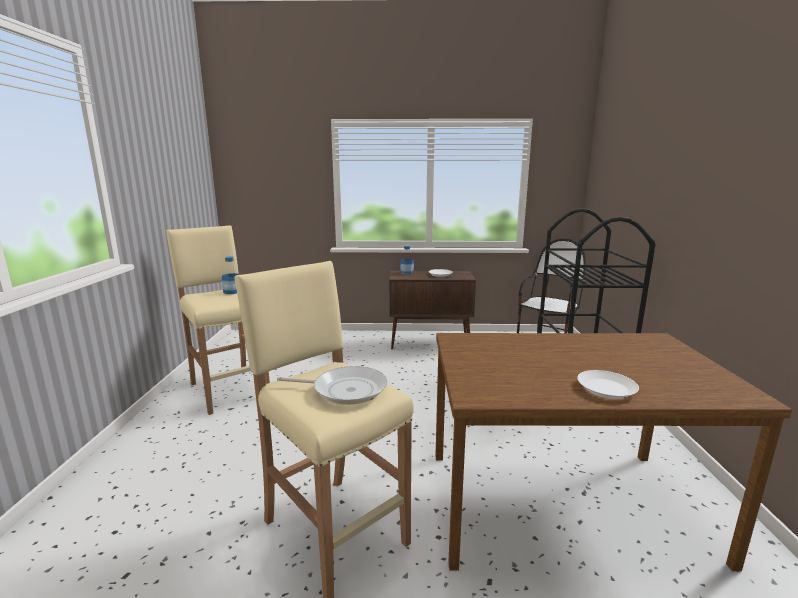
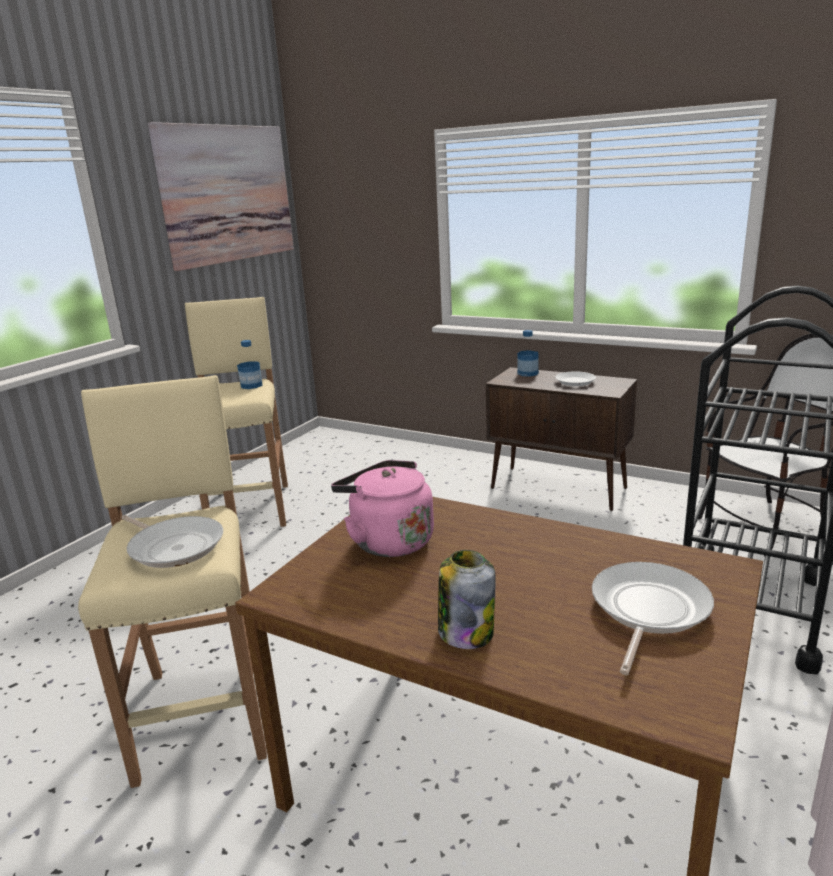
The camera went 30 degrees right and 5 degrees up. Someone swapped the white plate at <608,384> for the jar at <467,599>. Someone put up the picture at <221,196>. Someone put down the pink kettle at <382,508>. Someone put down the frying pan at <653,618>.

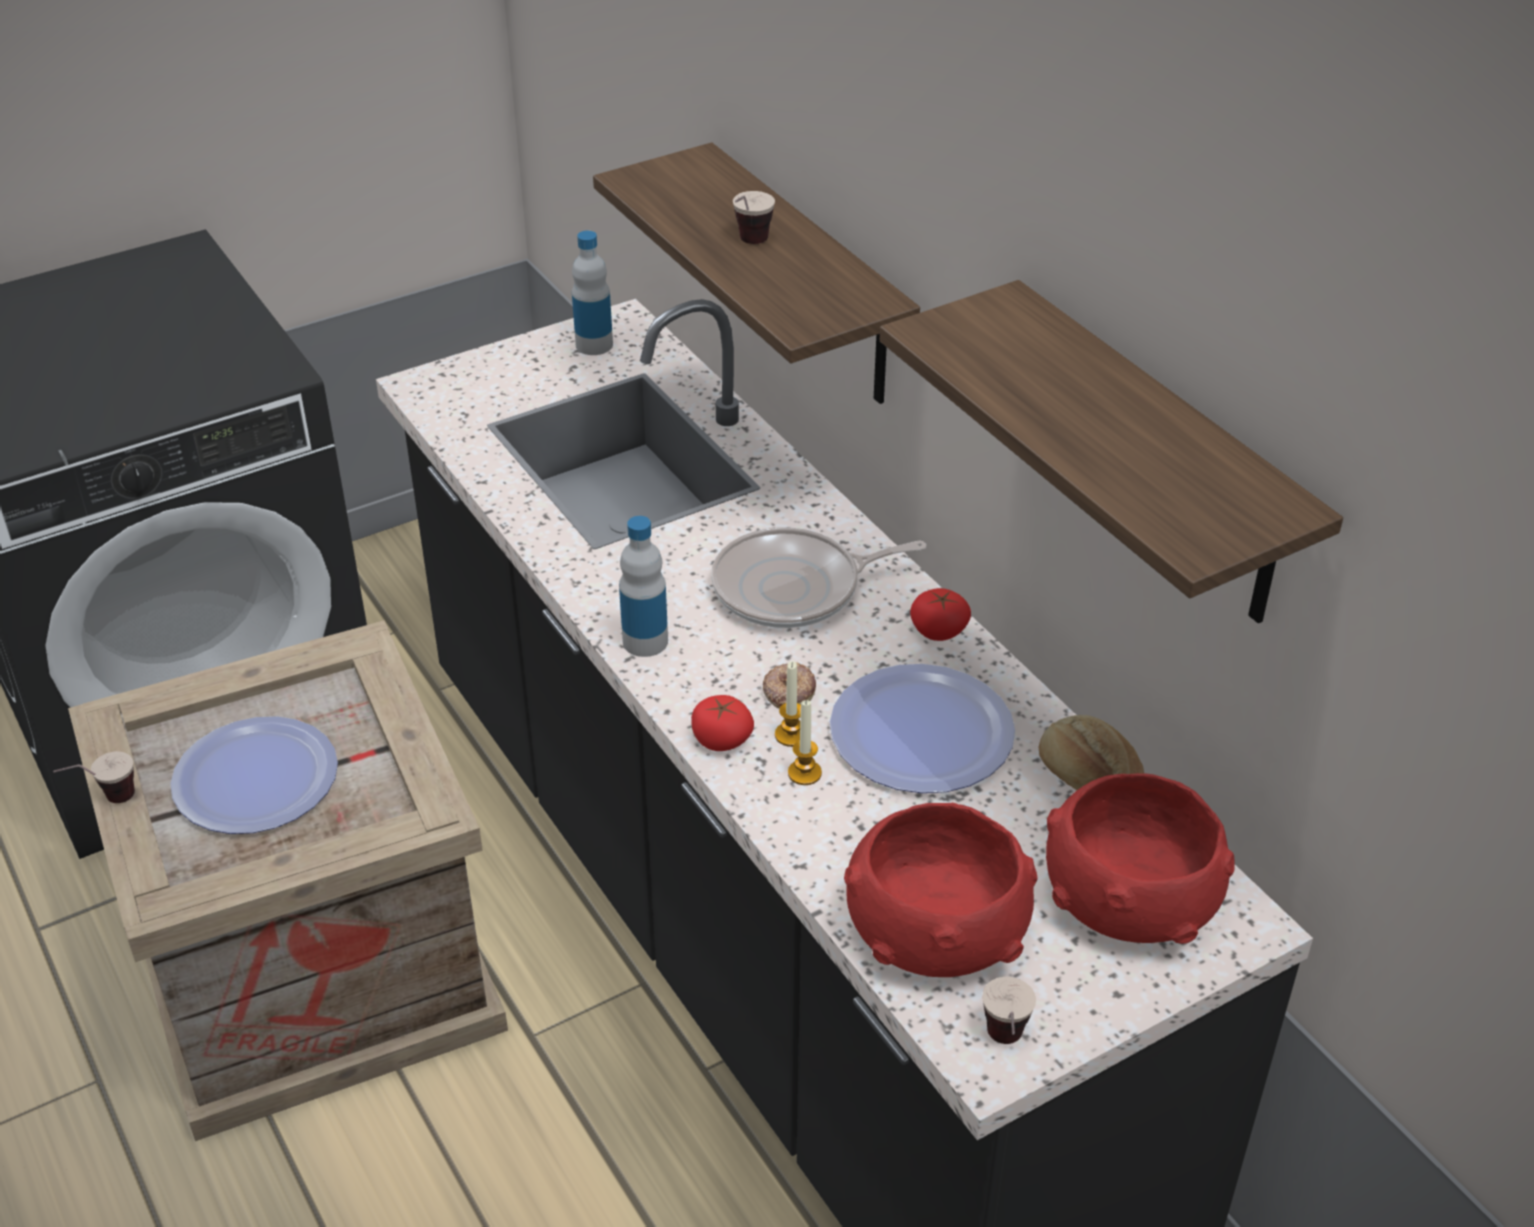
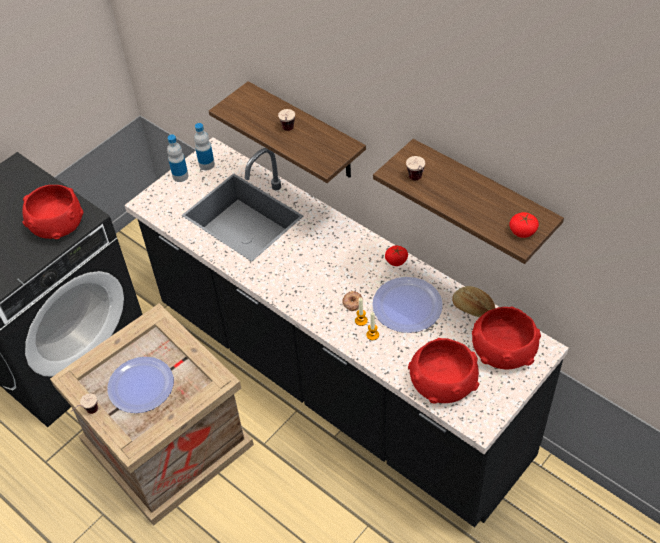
The camera went 15 degrees left and 10 degrees up. Someone carried the bottle from <643,586> to <178,158>. Someone took away the frying pan at <818,577>. Someone carried the tomato from <722,723> to <524,225>. Someone carried the cup from <1009,1010> to <415,168>. Someone put down the red bowl at <52,212>.

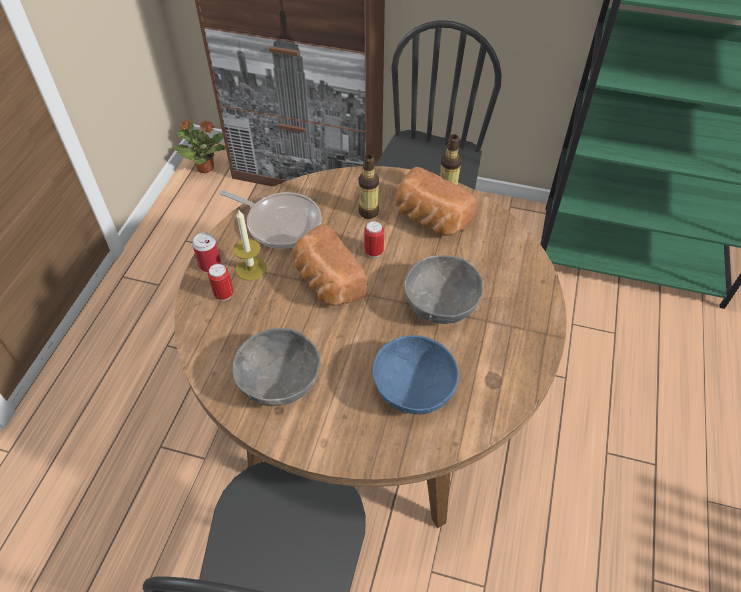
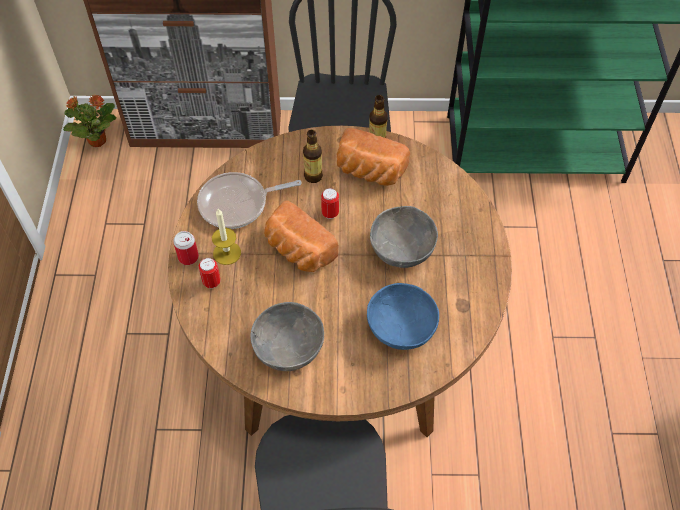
The camera went 15 degrees left and 5 degrees up. Someone rotated the frying pan at <270,219> by 150 degrees clockwise.

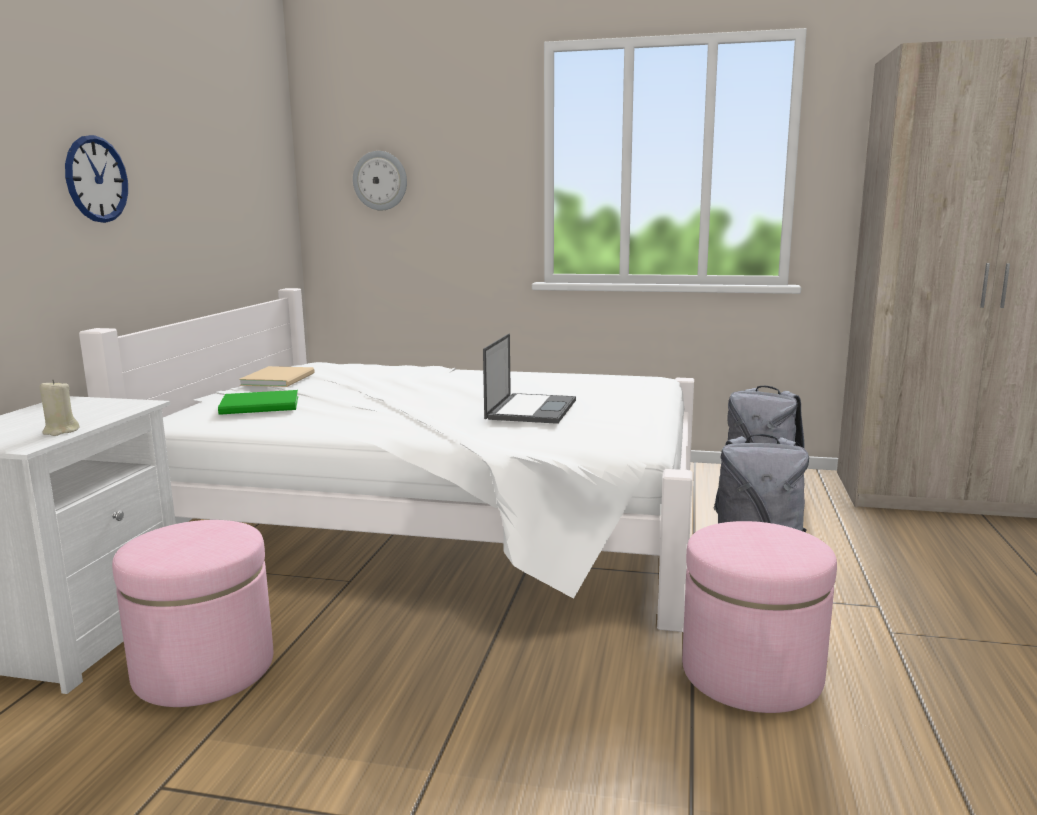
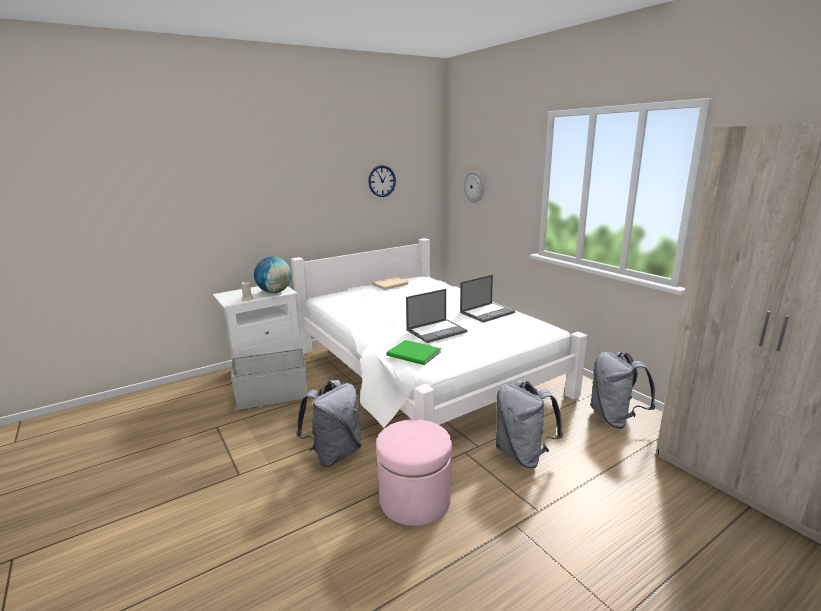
The camera went 45 degrees right and 5 degrees up. Someone carried the wall clock from <96,179> to <382,181>. Someone carried the green book from <258,402> to <414,352>. Someone swapped the pink ottoman at <192,613> for the grey storage box at <270,379>. Someone put down the globe at <273,275>. Someone put down the laptop at <487,299>. Someone put down the grey backpack at <329,423>.

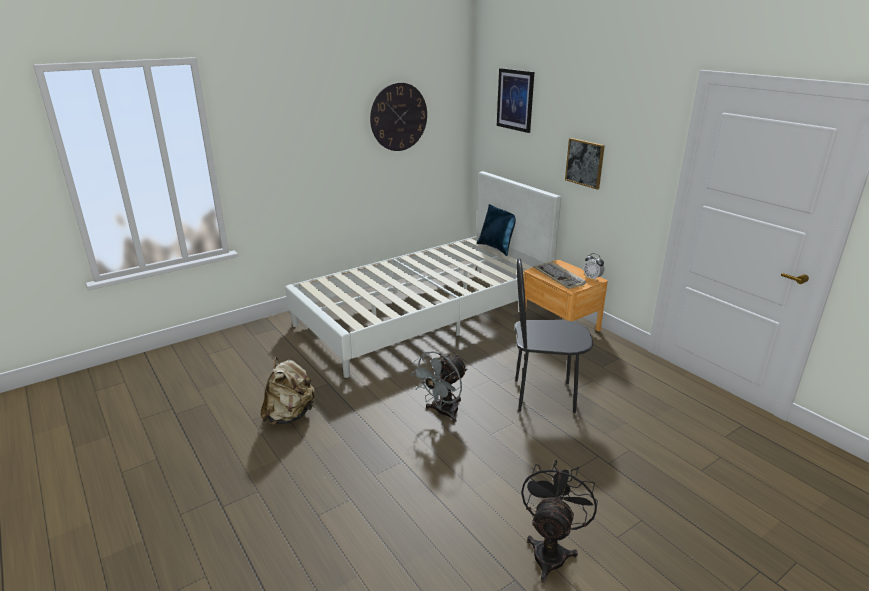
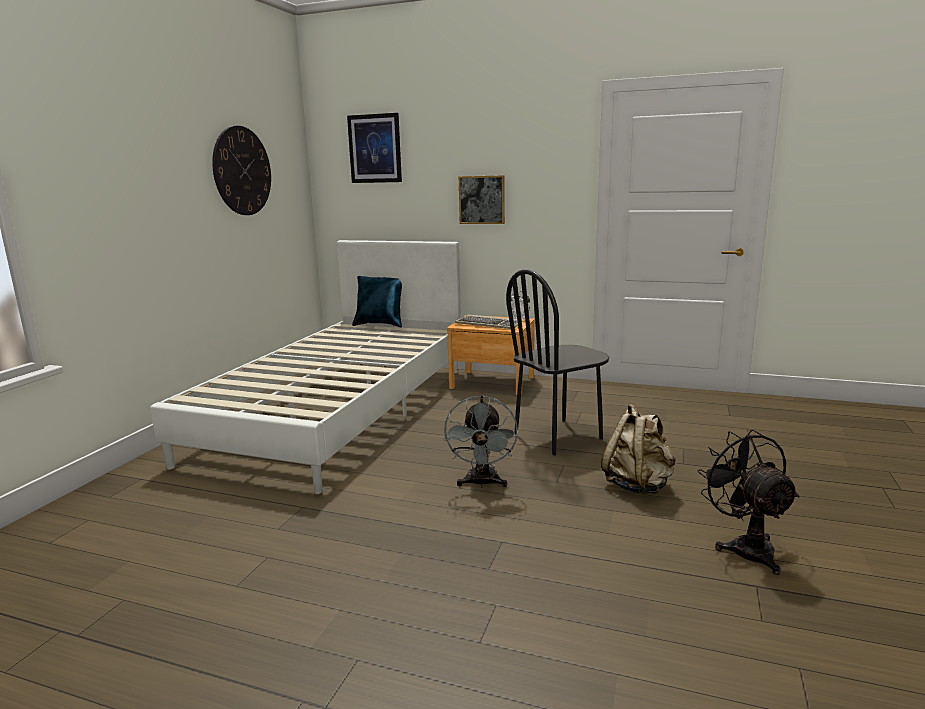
The camera went 35 degrees left and 10 degrees down. Someone carried the beige backpack from <288,391> to <638,449>.

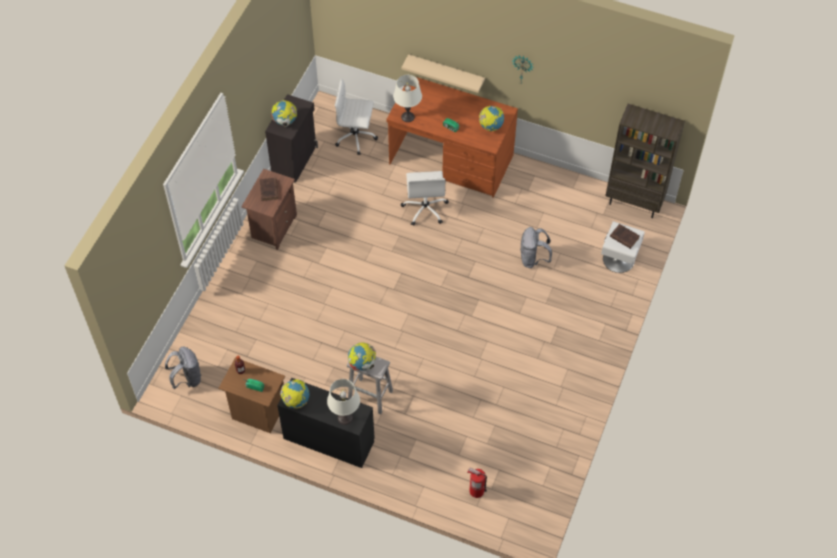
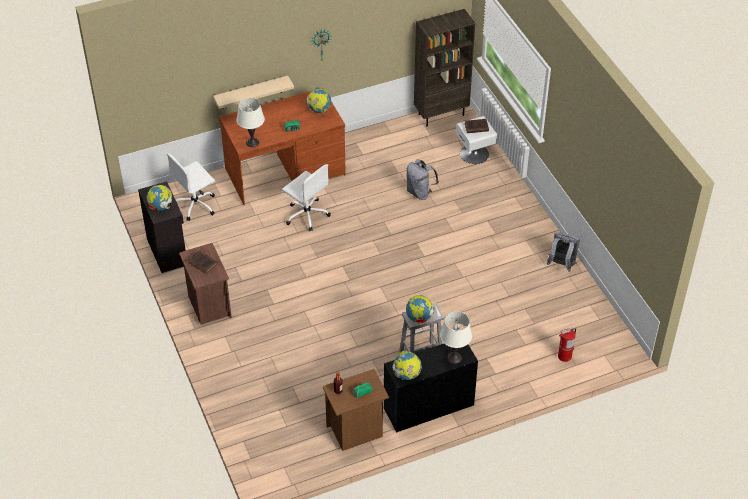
The camera went 45 degrees left and 10 degrees down. Someone carried the grey backpack from <183,368> to <563,252>.

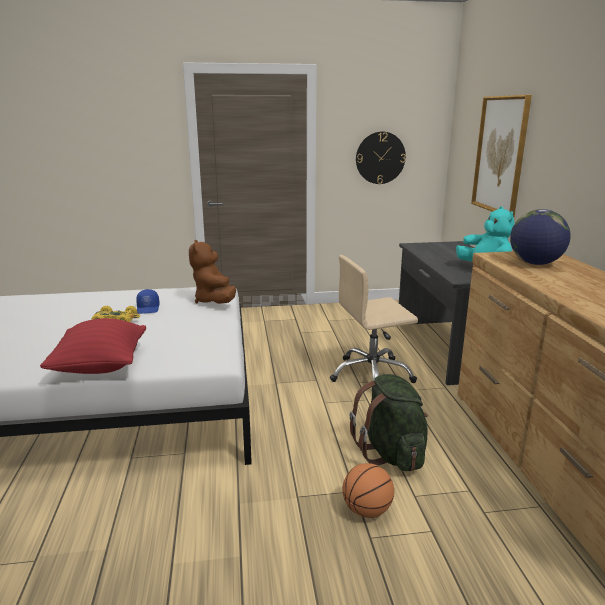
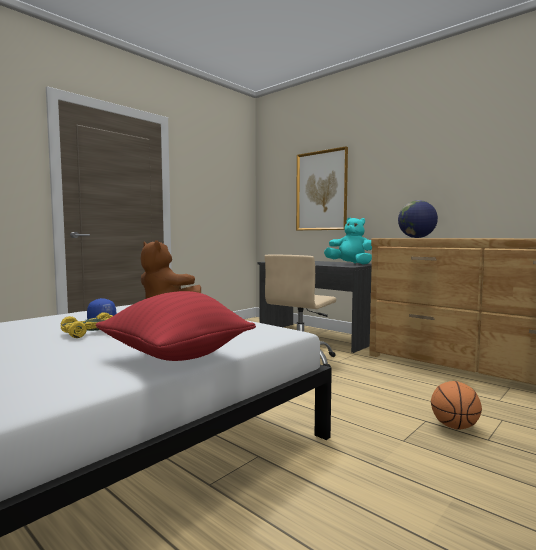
The camera went 40 degrees left and 15 degrees down. Someone took away the wall clock at <381,158>. Someone took away the green backpack at <389,422>.

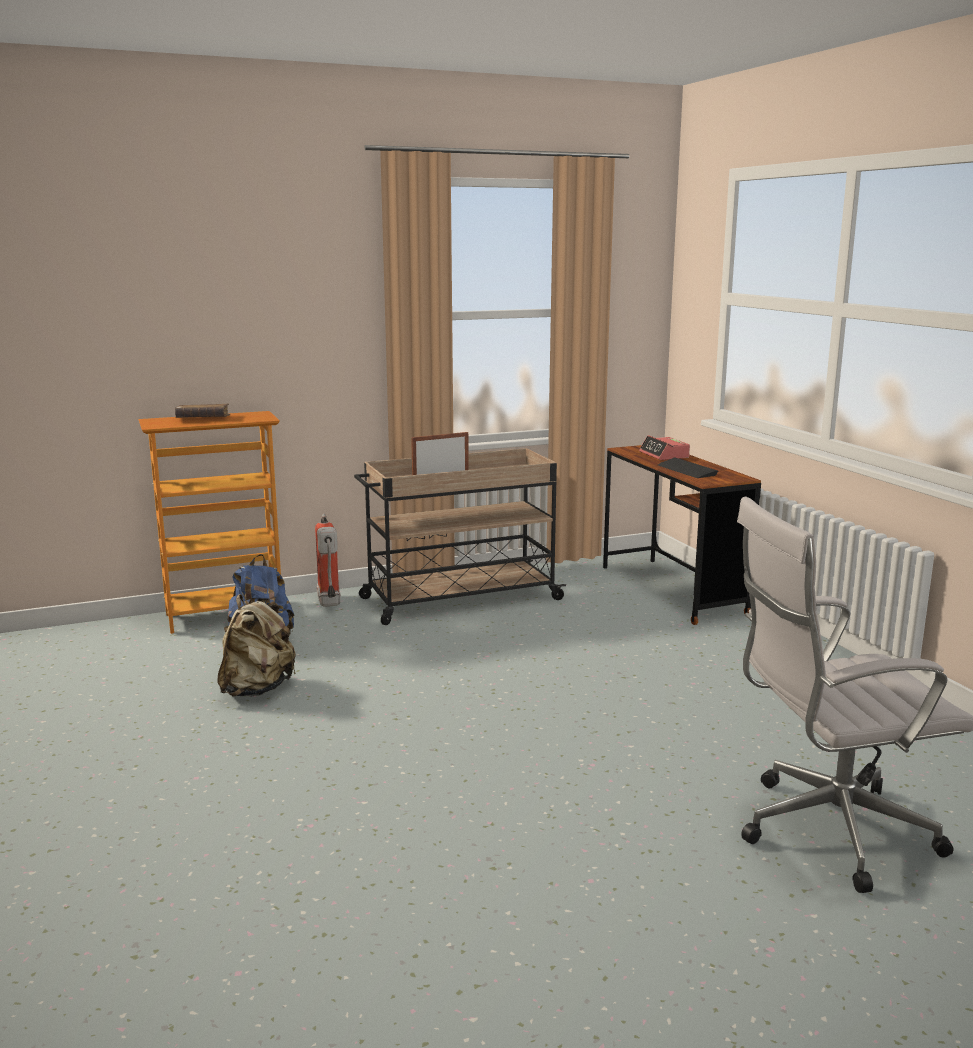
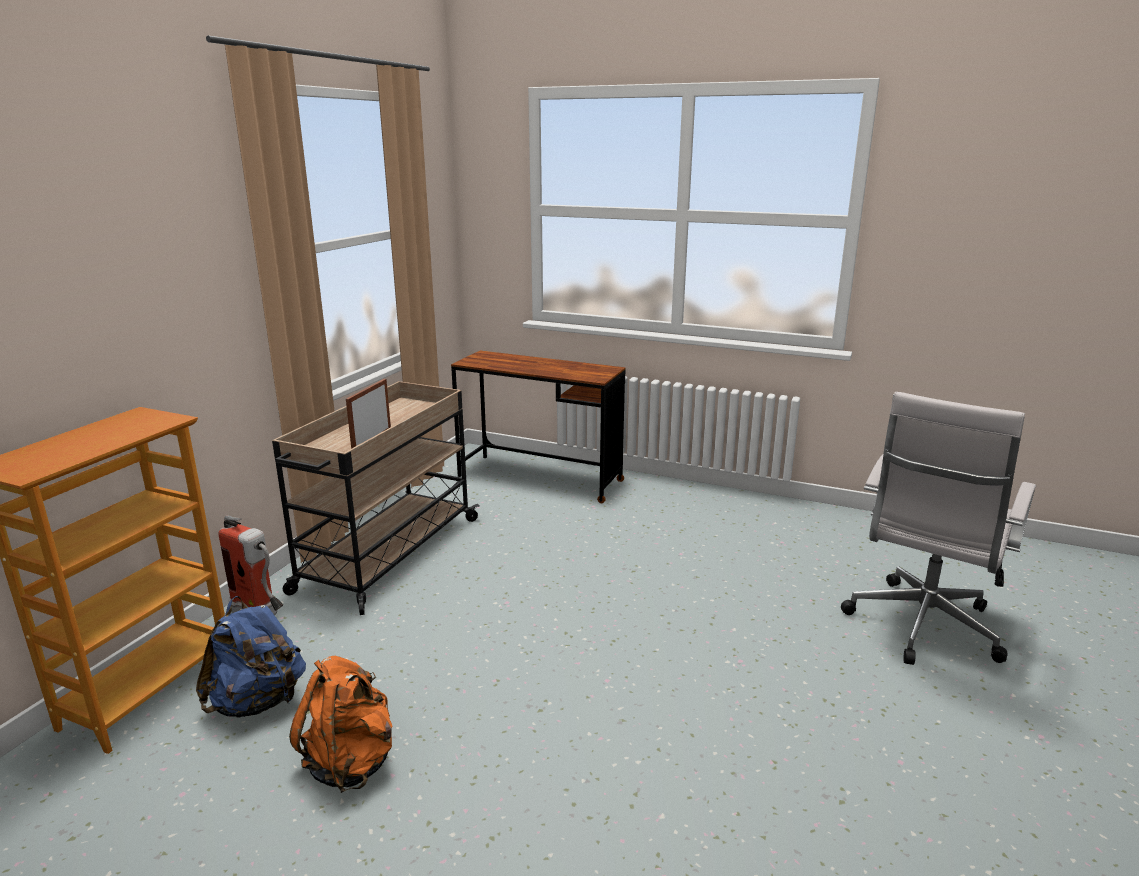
The camera went 45 degrees left and 5 degrees up. Someone took away the brown book at <202,410>. Someone took away the alarm clock at <664,447>. Someone took away the keyboard at <688,467>. Someone repainted the beige backpack at <256,645>, which became the orange backpack at <341,724>.

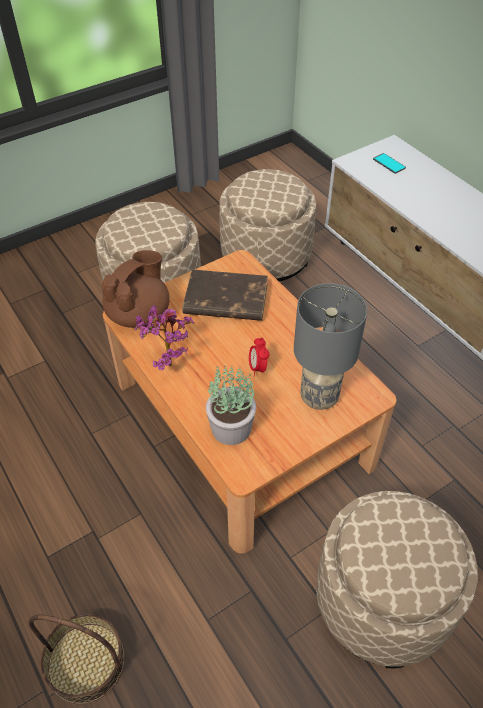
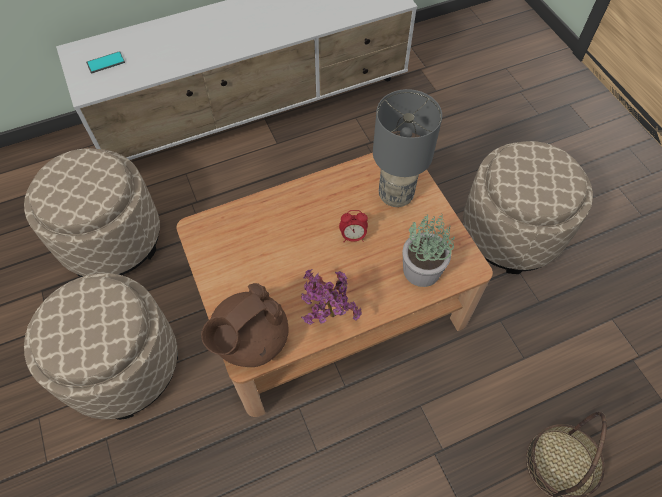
The camera went 80 degrees left and 10 degrees up. Someone rotated the brown teapot at <135,289> by 90 degrees counterclockwise. Someone took away the brown book at <225,295>.

